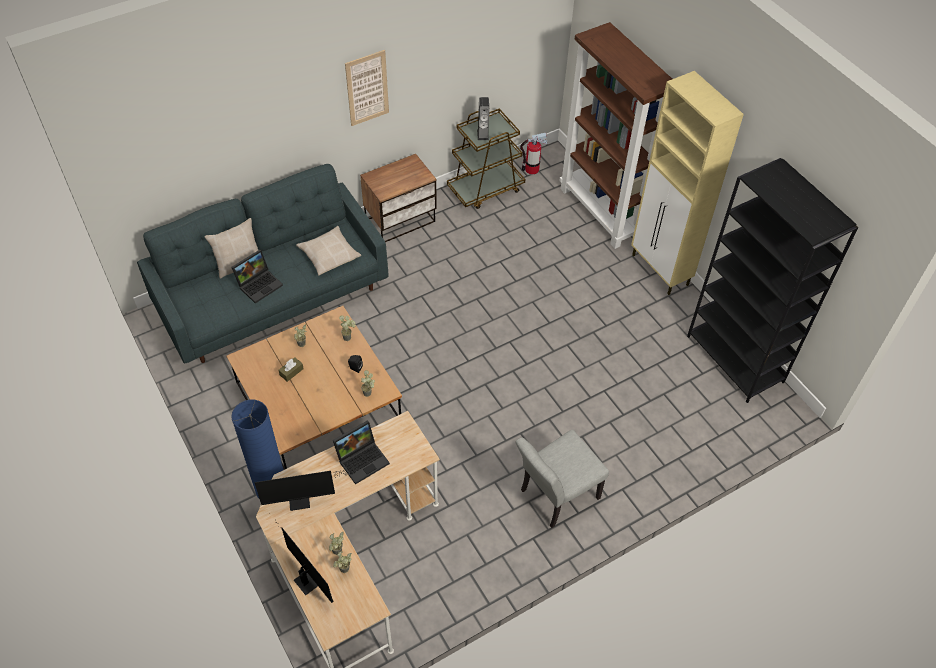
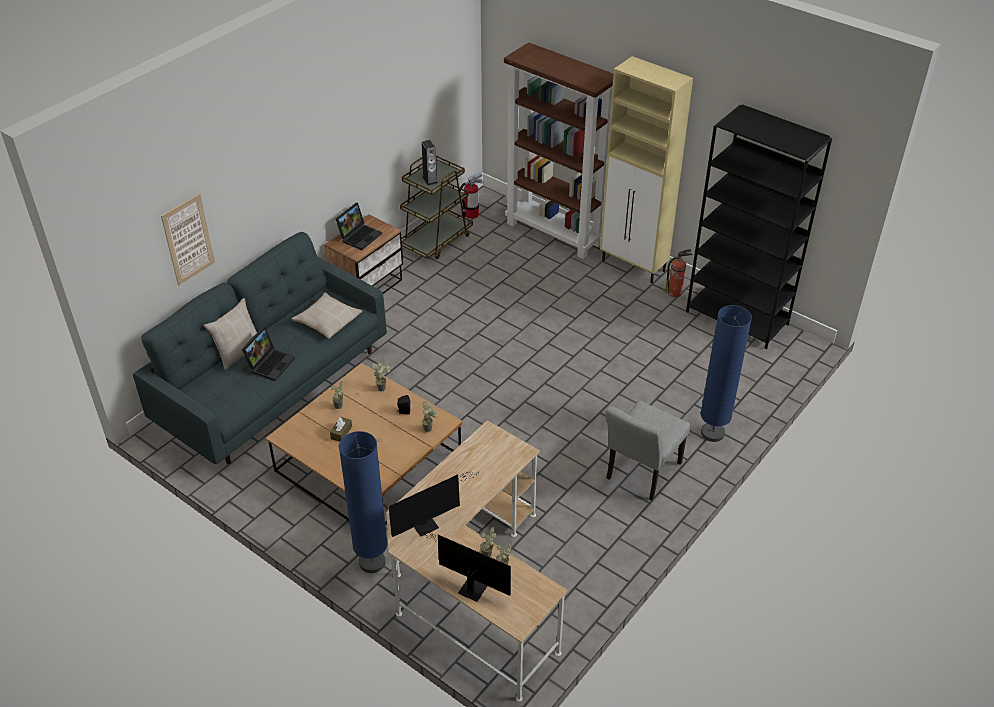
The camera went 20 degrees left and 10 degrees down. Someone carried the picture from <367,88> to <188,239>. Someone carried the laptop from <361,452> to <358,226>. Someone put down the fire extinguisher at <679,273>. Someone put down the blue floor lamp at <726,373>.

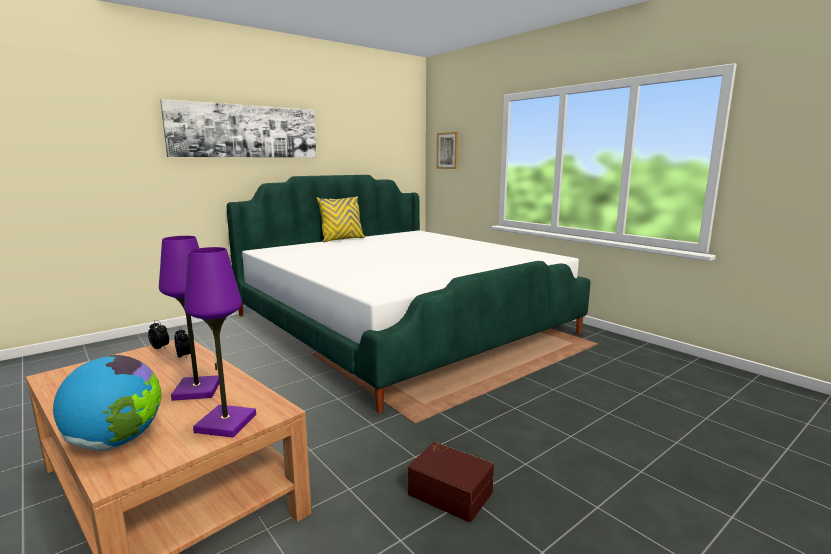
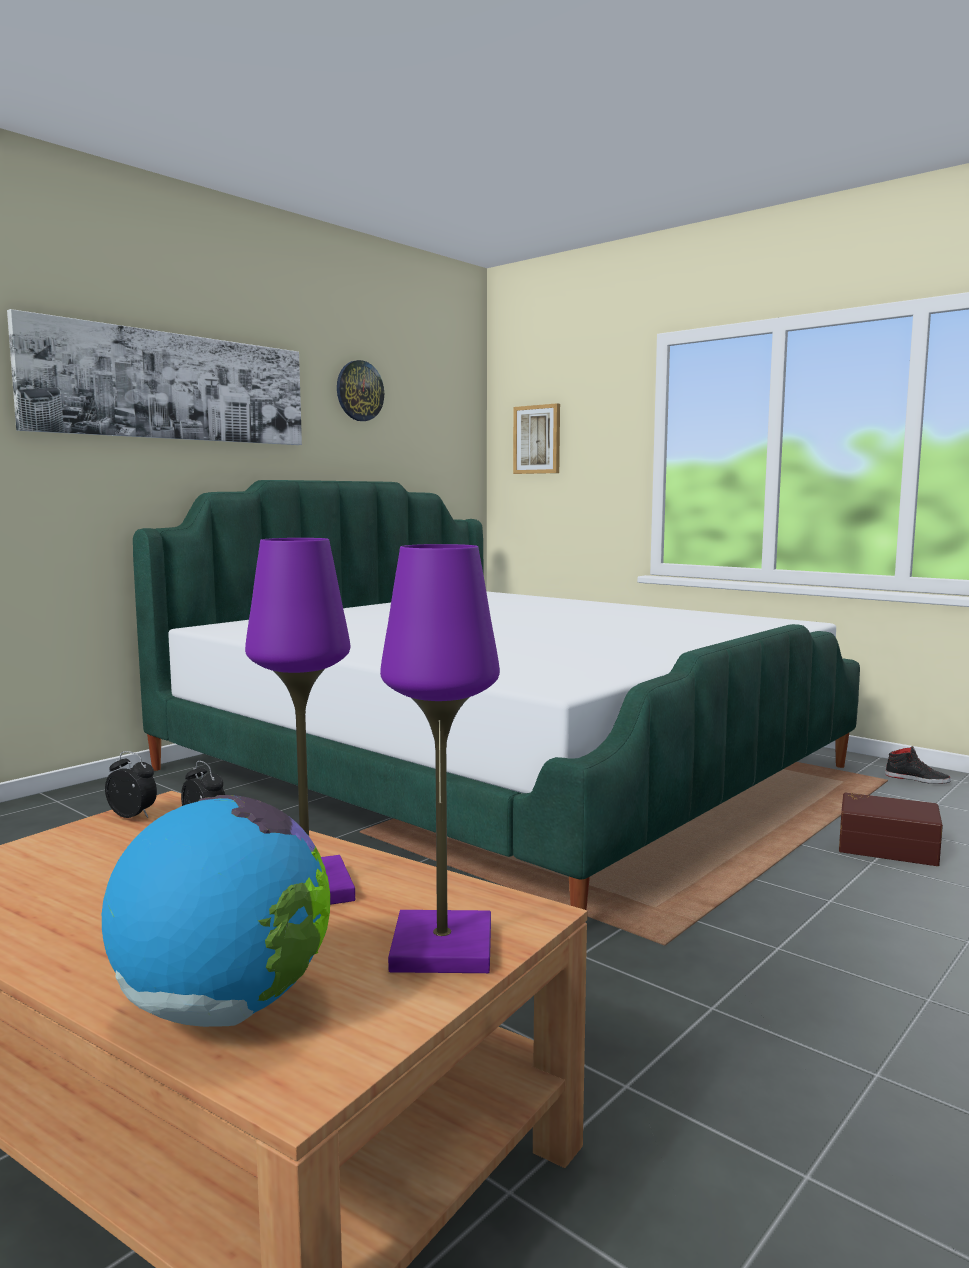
The camera went 10 degrees left and 5 degrees down. Someone took away the yellow pillow at <341,219>. Someone carried the brown storage box from <451,482> to <891,829>. Someone put up the wall clock at <360,390>. Someone put down the black shoe at <918,765>.

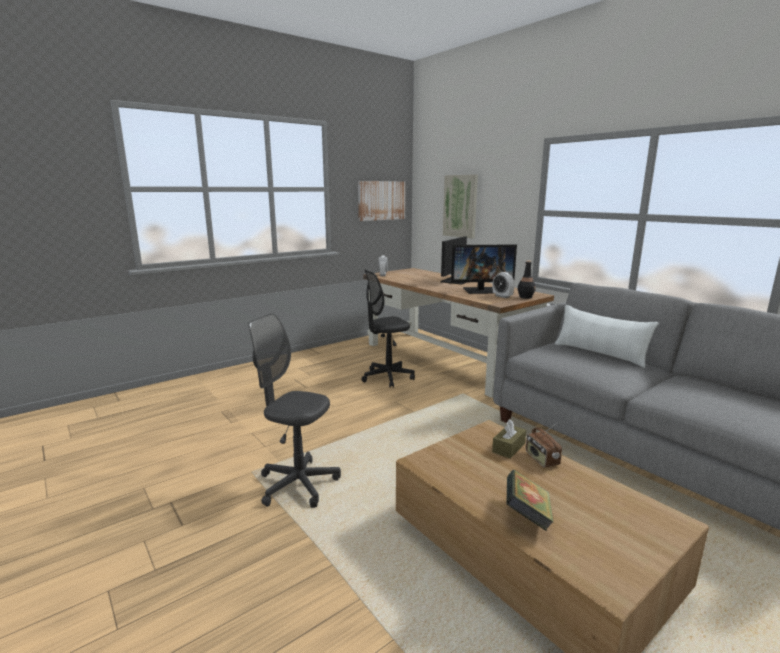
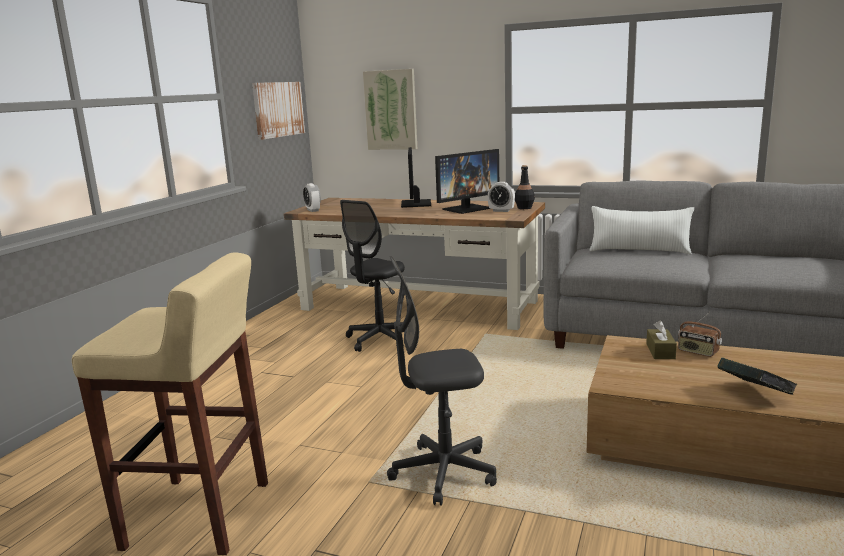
The camera went 30 degrees left and 0 degrees up. Someone put down the beige stool at <170,403>.

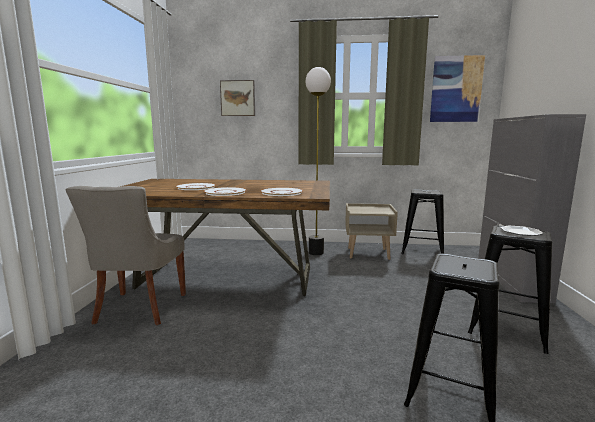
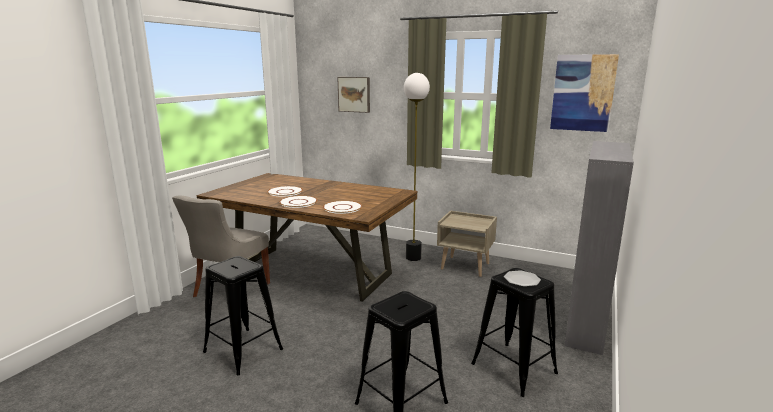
The camera went 20 degrees right and 5 degrees up. Someone carried the black stool from <422,222> to <243,315>.

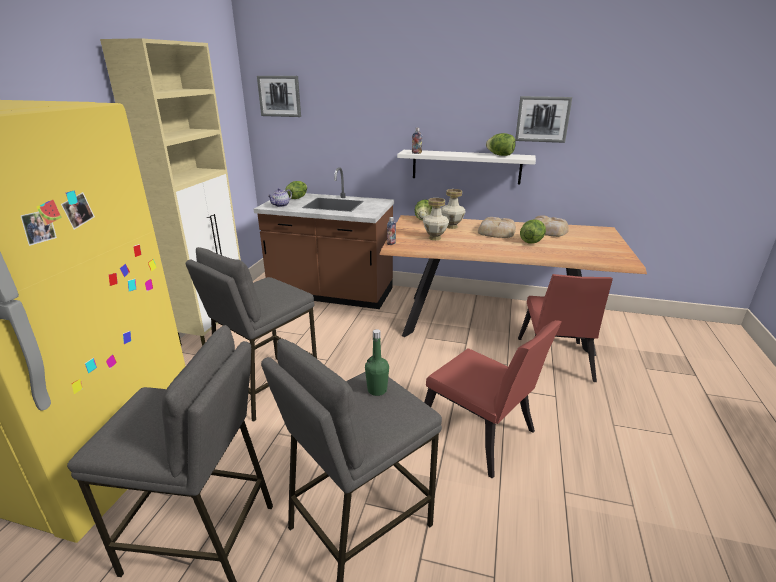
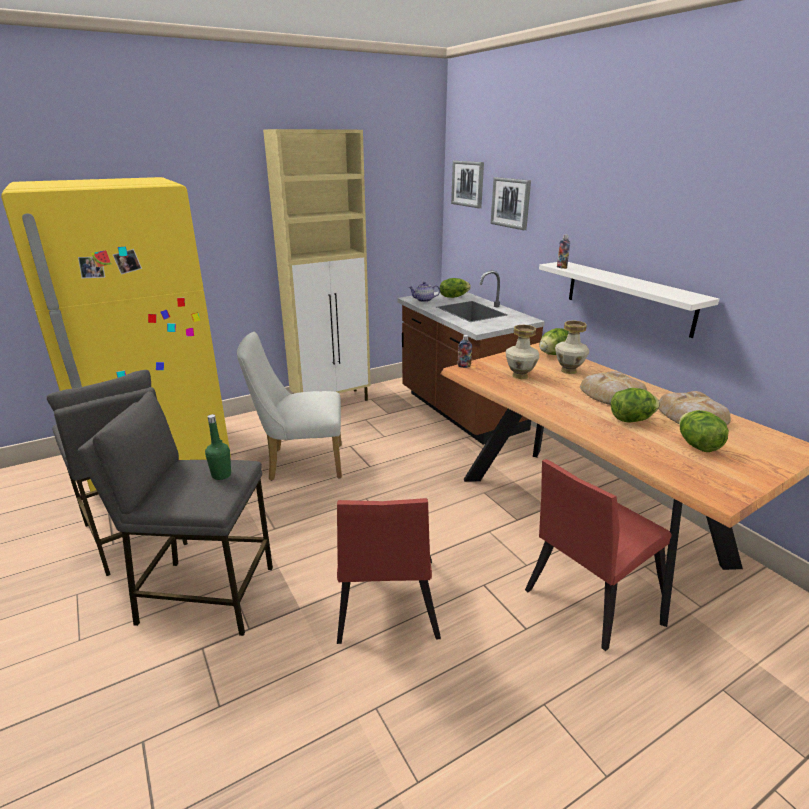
The camera went 45 degrees right and 0 degrees up. Someone carried the picture from <543,119> to <511,203>. Someone carried the lettuce from <501,144> to <704,431>. Someone swapped the grey stool at <251,334> for the white chair at <289,406>.

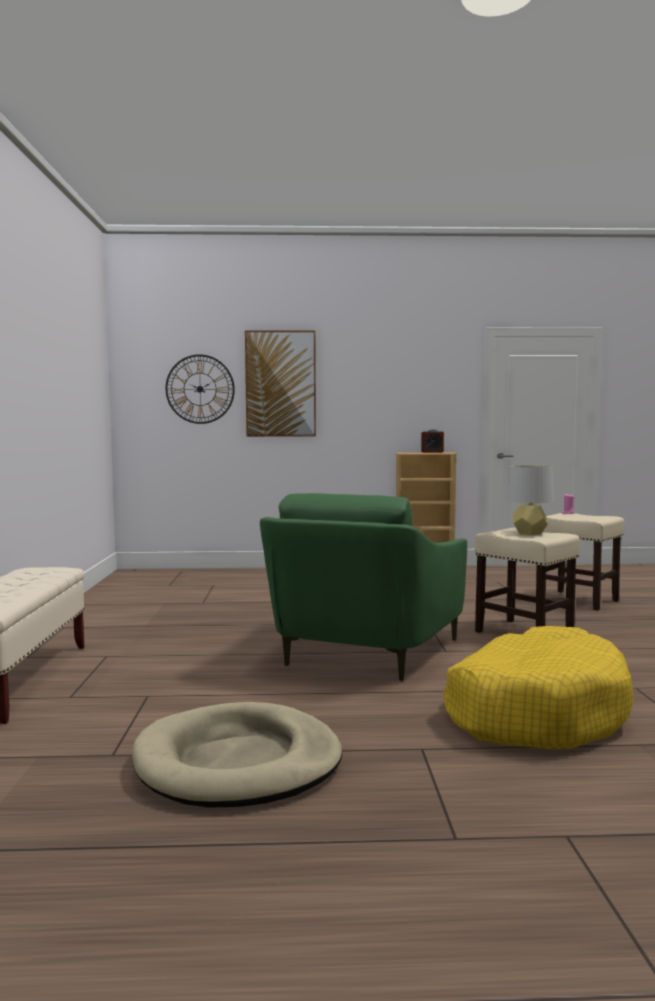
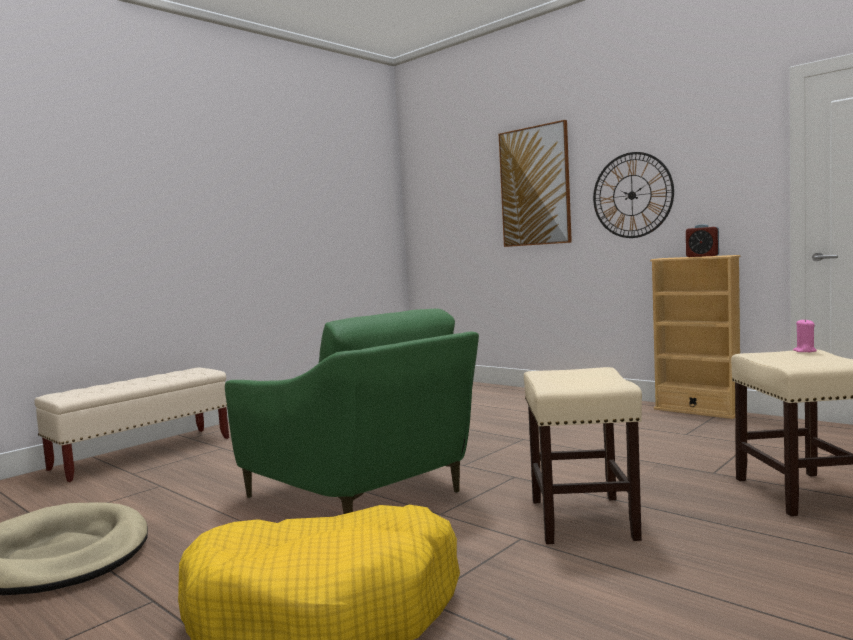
The camera went 45 degrees right and 0 degrees up. Someone carried the wall clock from <200,389> to <633,195>. Someone took away the grey table lamp at <530,500>. Someone rotated the green armchair at <363,587> by 105 degrees counterclockwise.

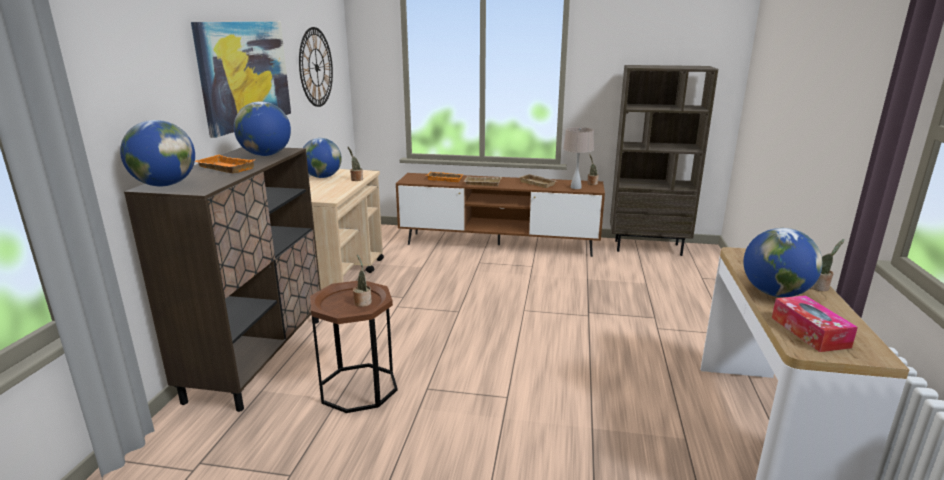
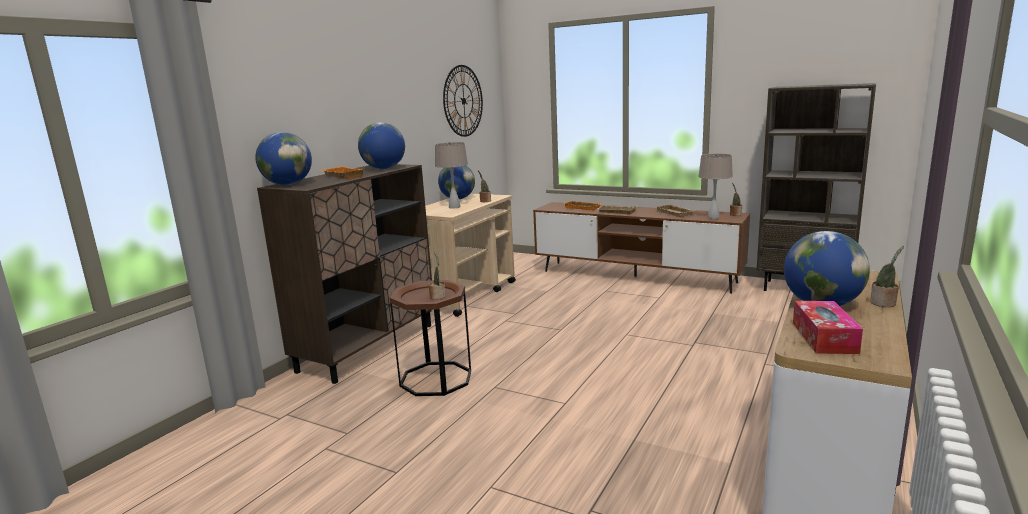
The camera went 20 degrees right and 5 degrees down. Someone took away the picture at <241,80>. Someone put down the beige table lamp at <451,175>.

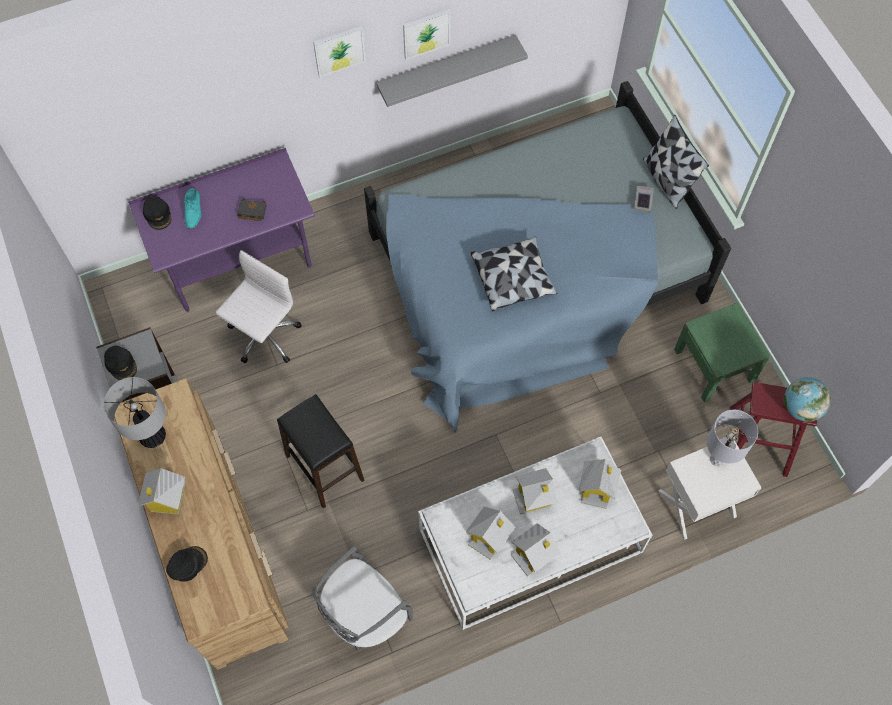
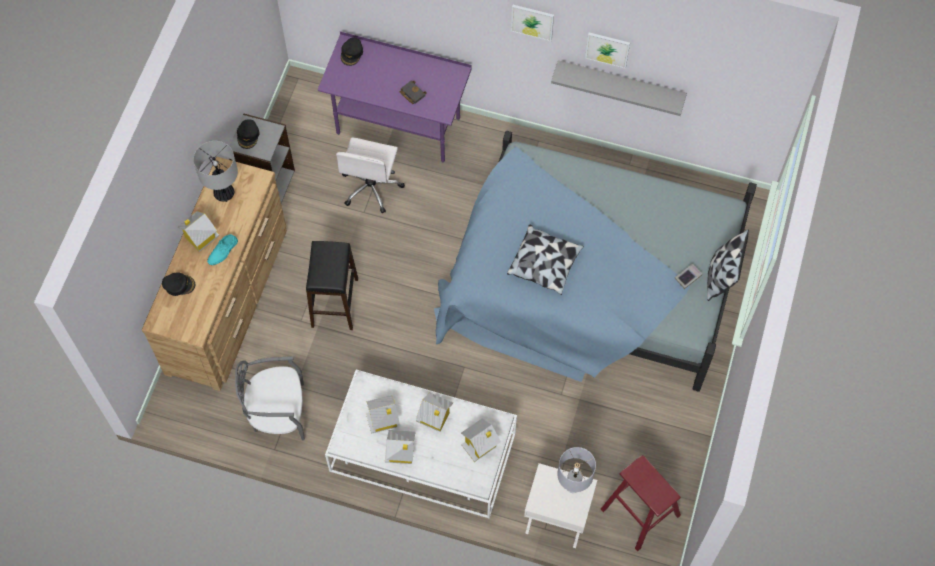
The camera went 40 degrees right and 0 degrees up. Someone carried the turquoise shoe from <193,208> to <222,249>. Someone rotated the white office chair at <258,306> by 120 degrees clockwise. Someone took away the green nightstand at <722,352>. Someone took away the globe at <807,399>.

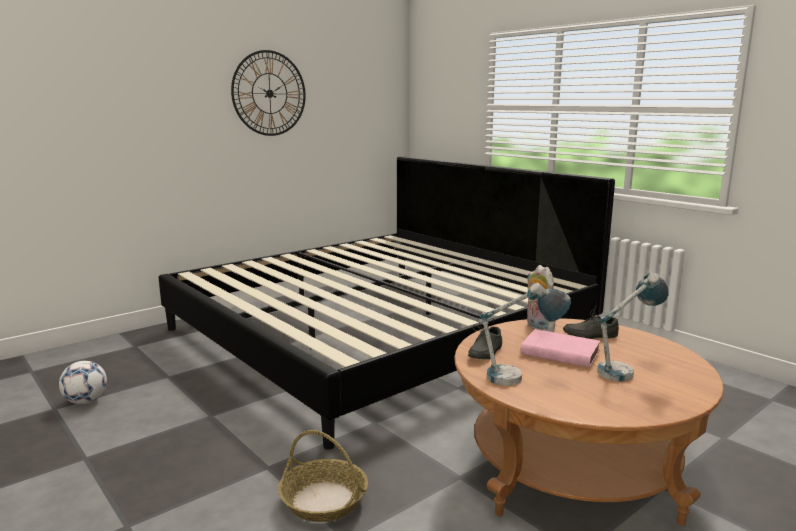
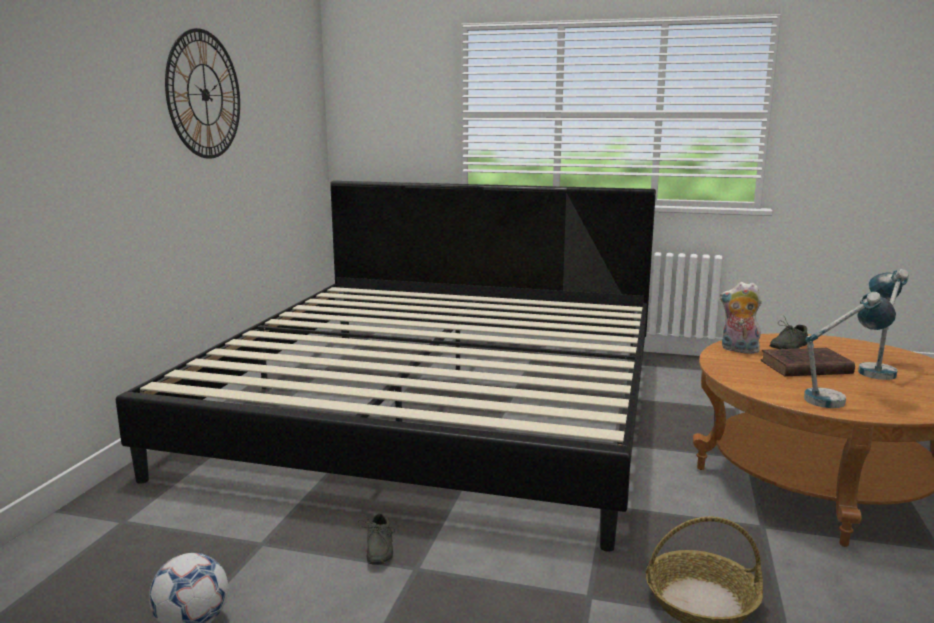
The camera went 35 degrees left and 0 degrees up. Someone carried the grey shoe from <485,340> to <376,538>. Someone repainted the pink book at <560,348>, which became the brown book at <808,362>.

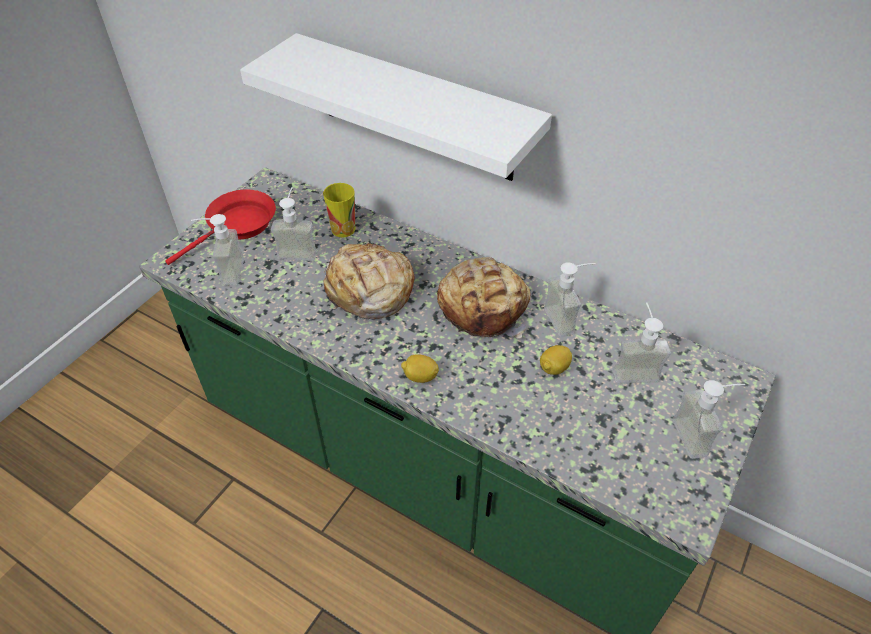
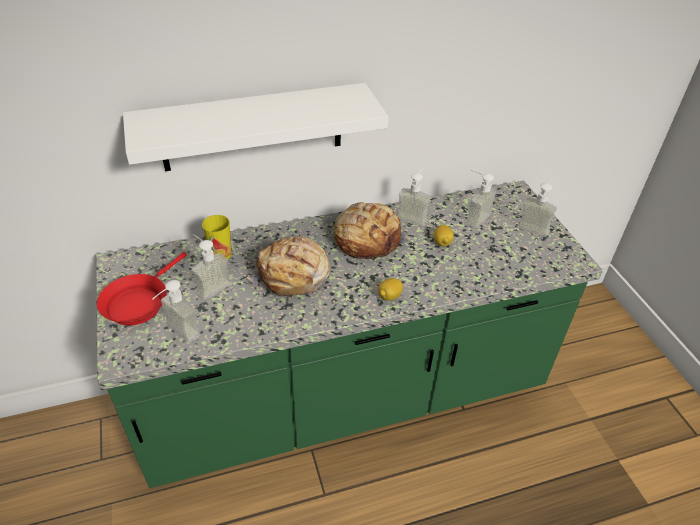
The camera went 50 degrees left and 5 degrees down. Someone rotated the red frying pan at <220,227> by 150 degrees counterclockwise.

